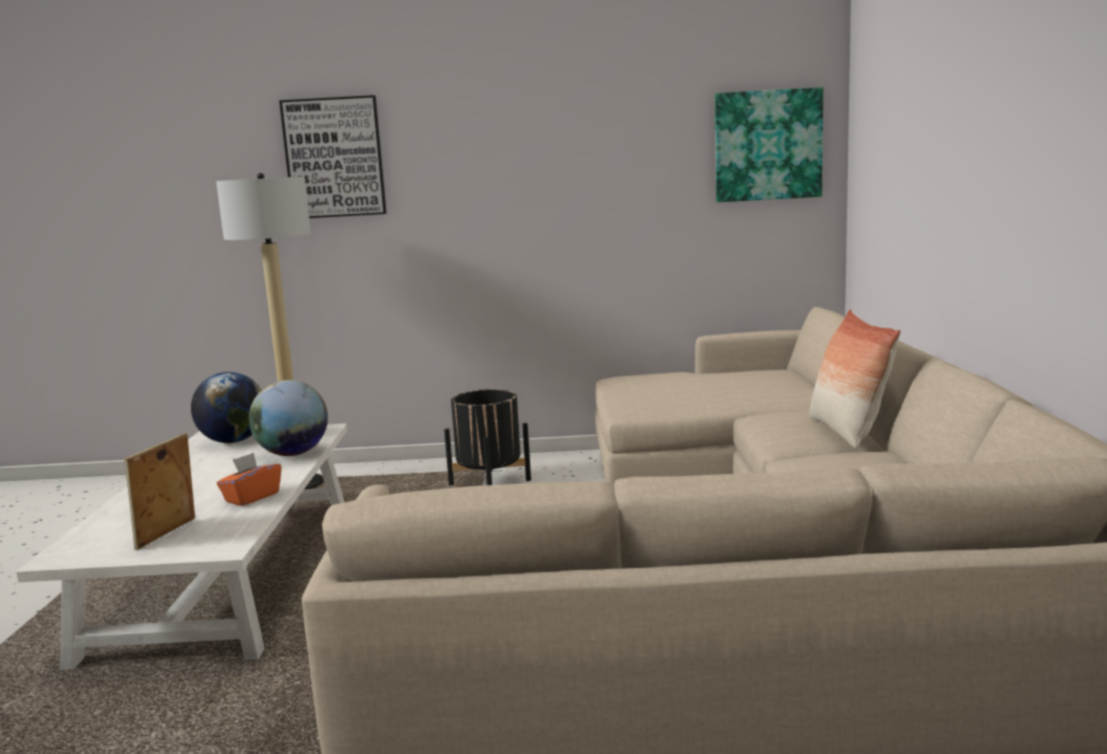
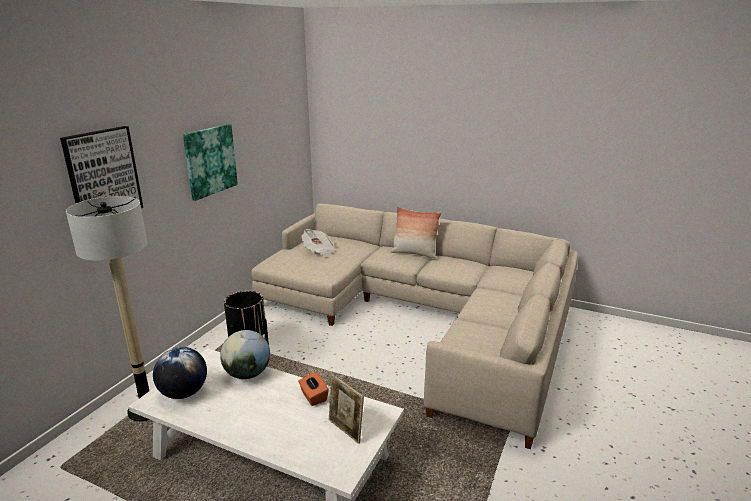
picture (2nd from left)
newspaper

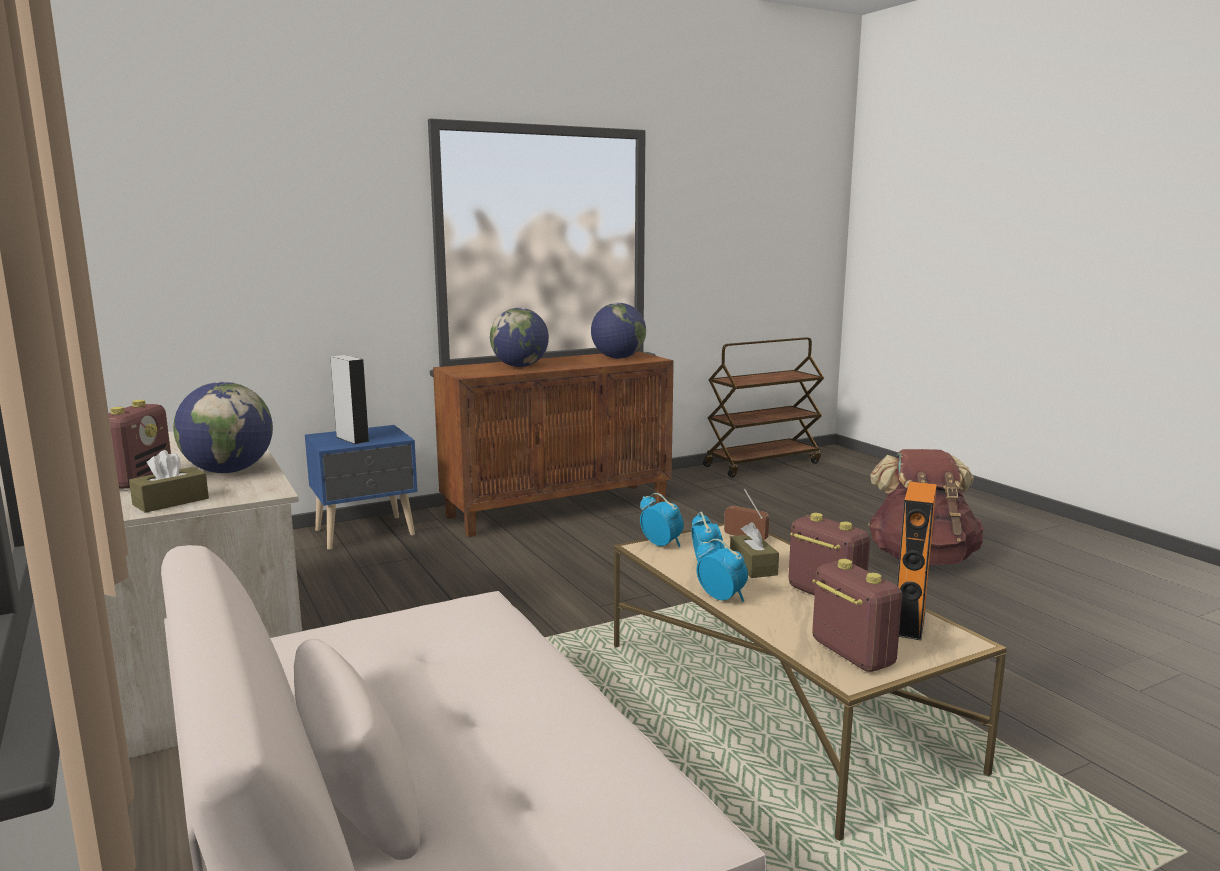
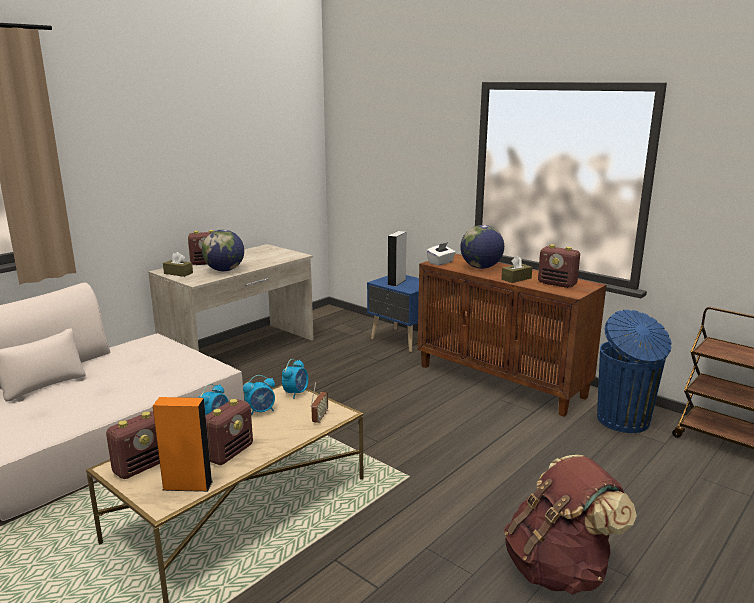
white tissue box
brown tissue box (2nd from left)
radio (5th from left)
blue trash can

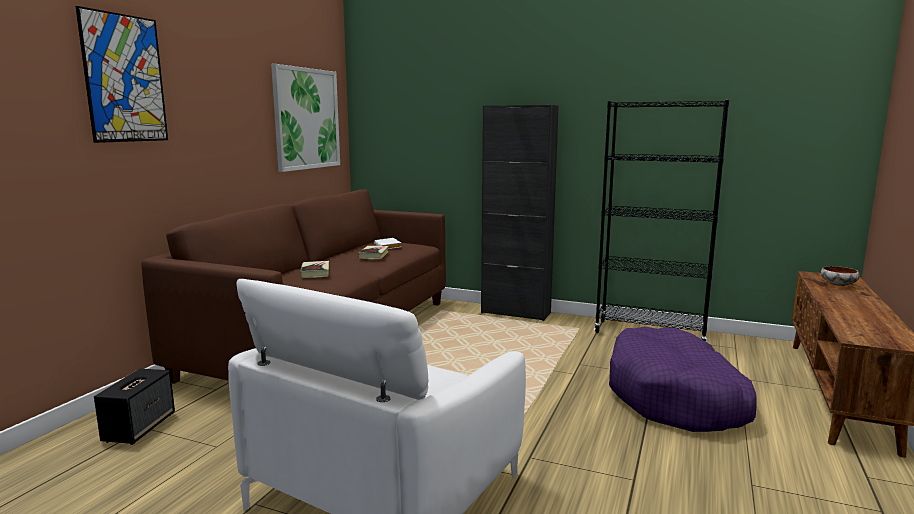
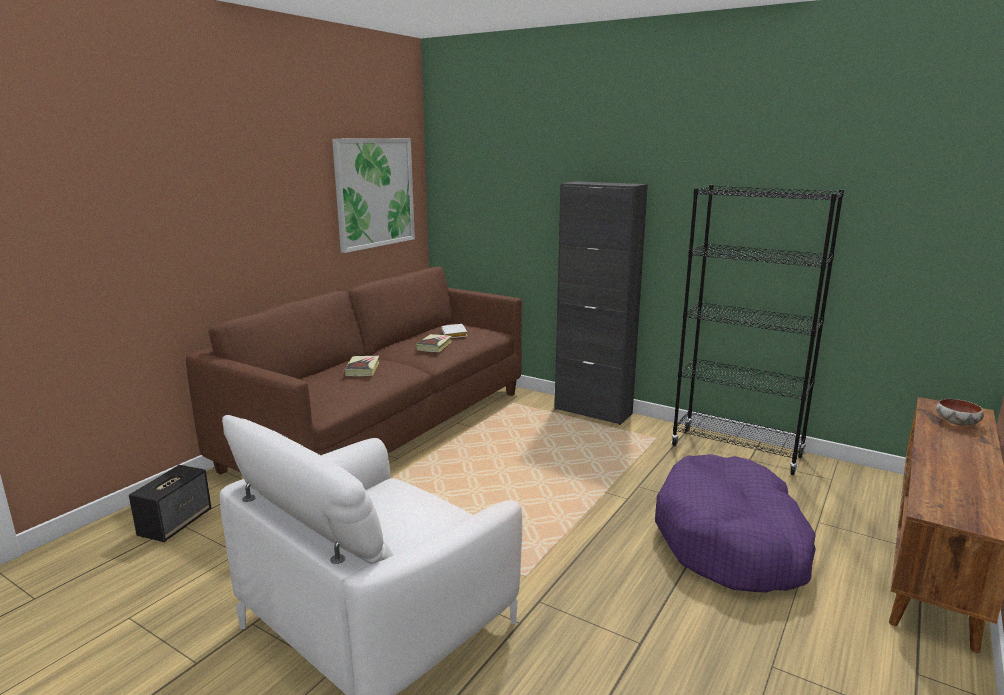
picture (1st from left in the first image)

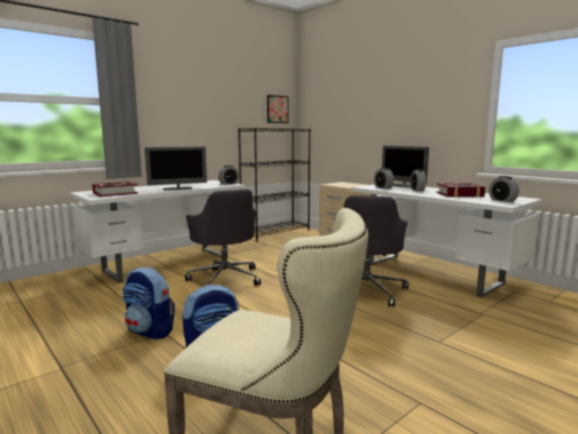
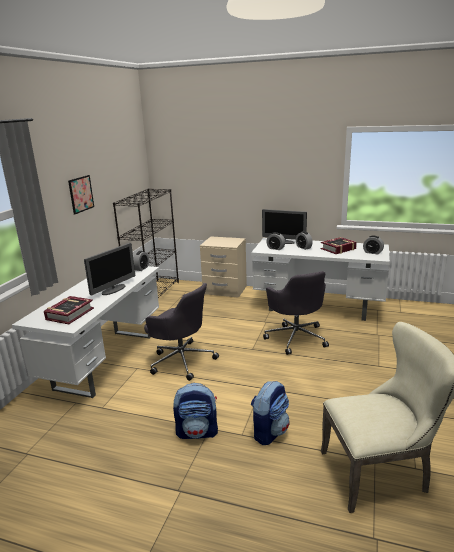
picture

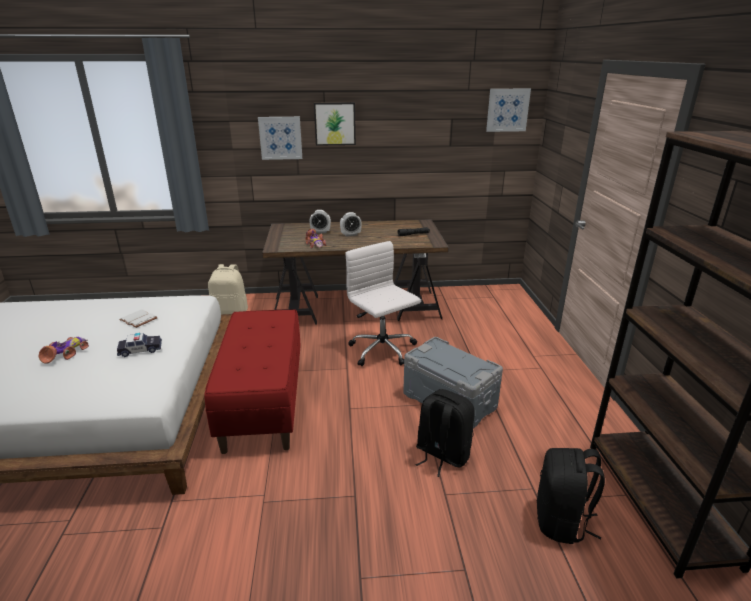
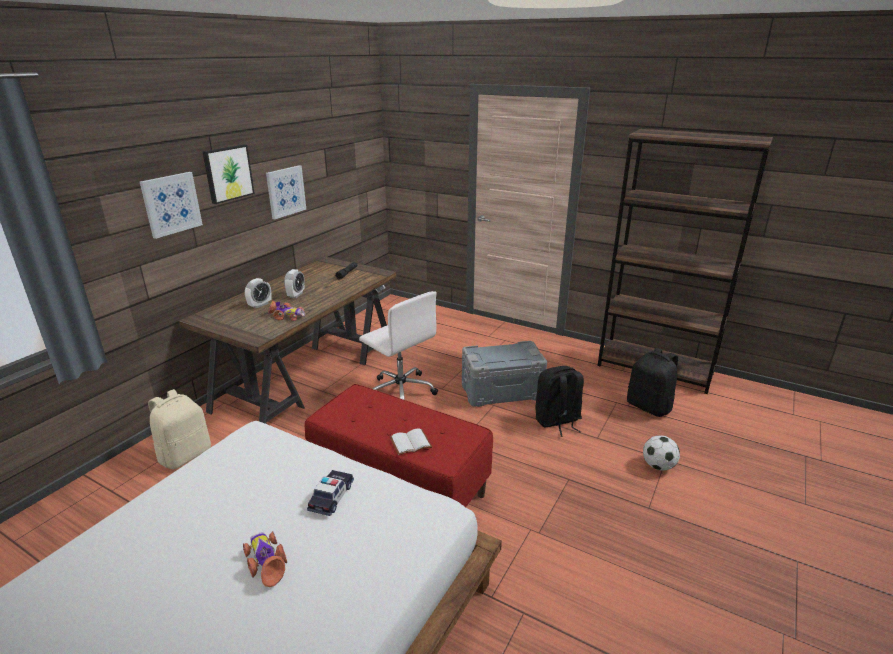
picture (3rd from left)
white office chair
white book
football

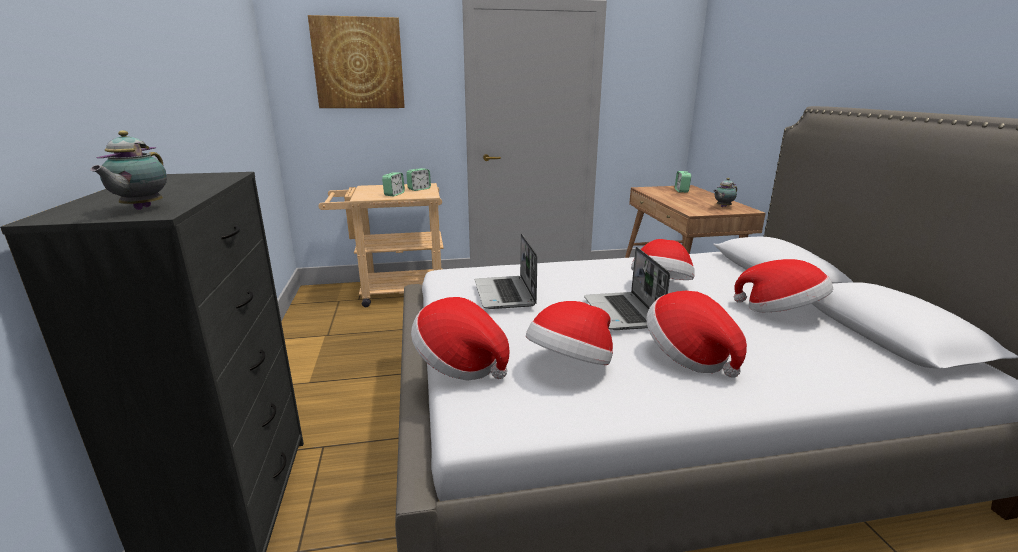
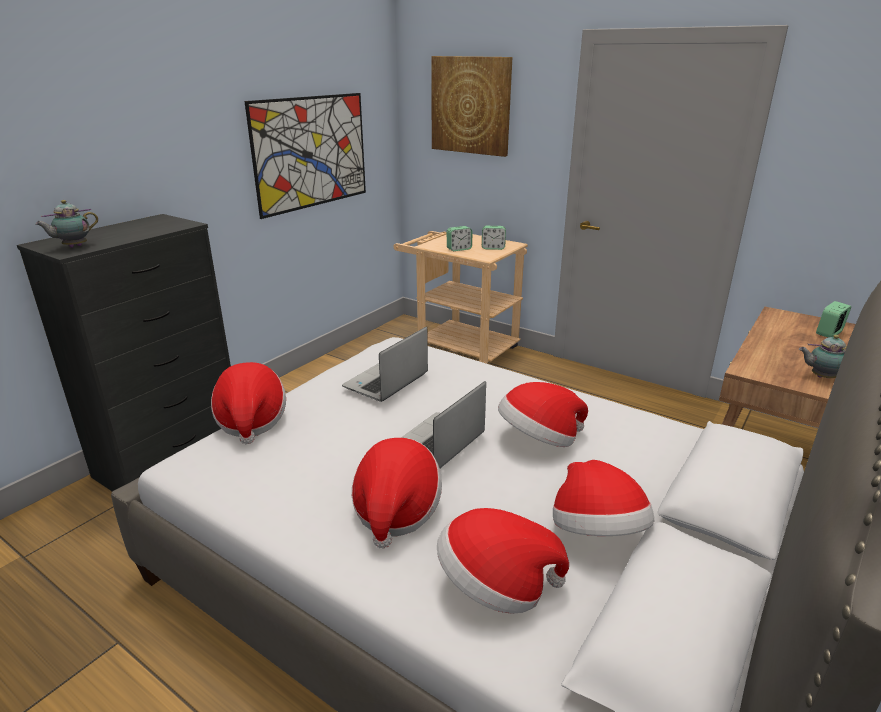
picture (1st from left)
hat (3rd from left)

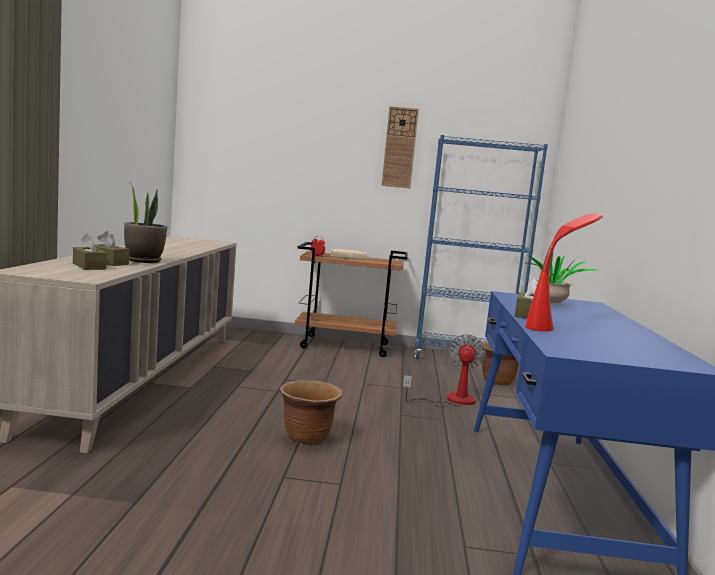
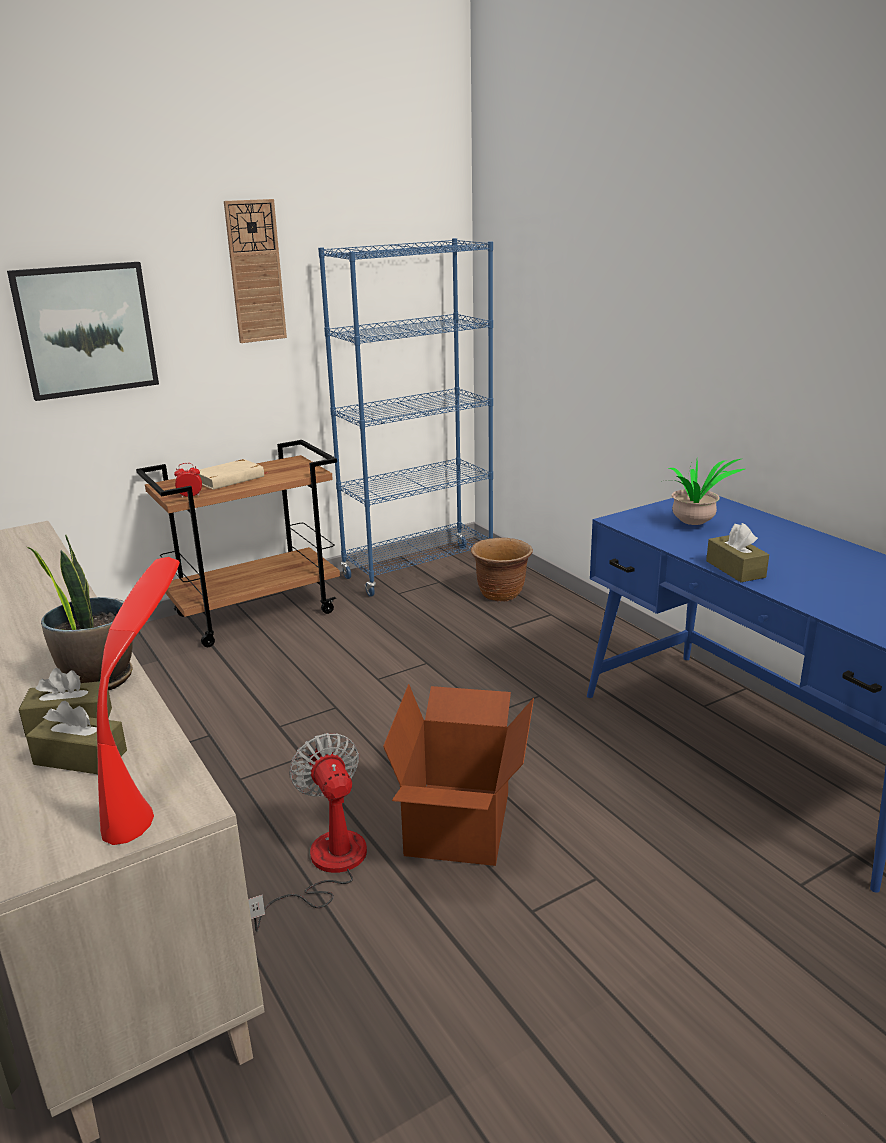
picture
red table lamp
fan
cardboard box

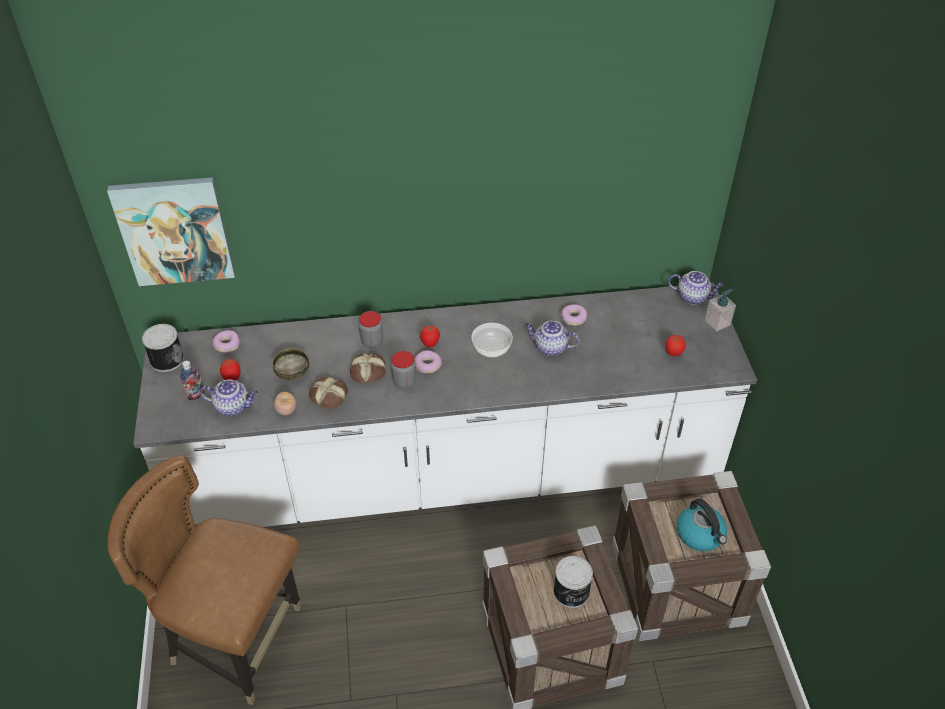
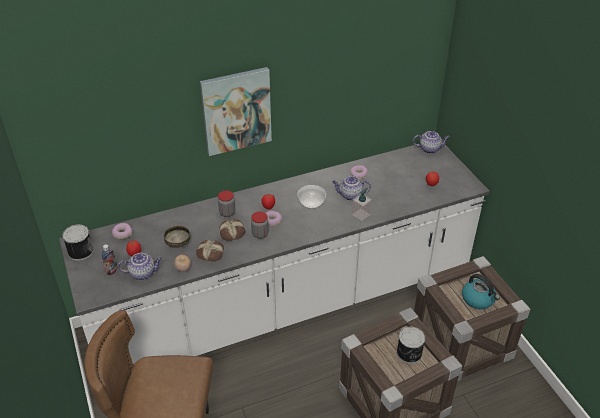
picture
soap dispenser

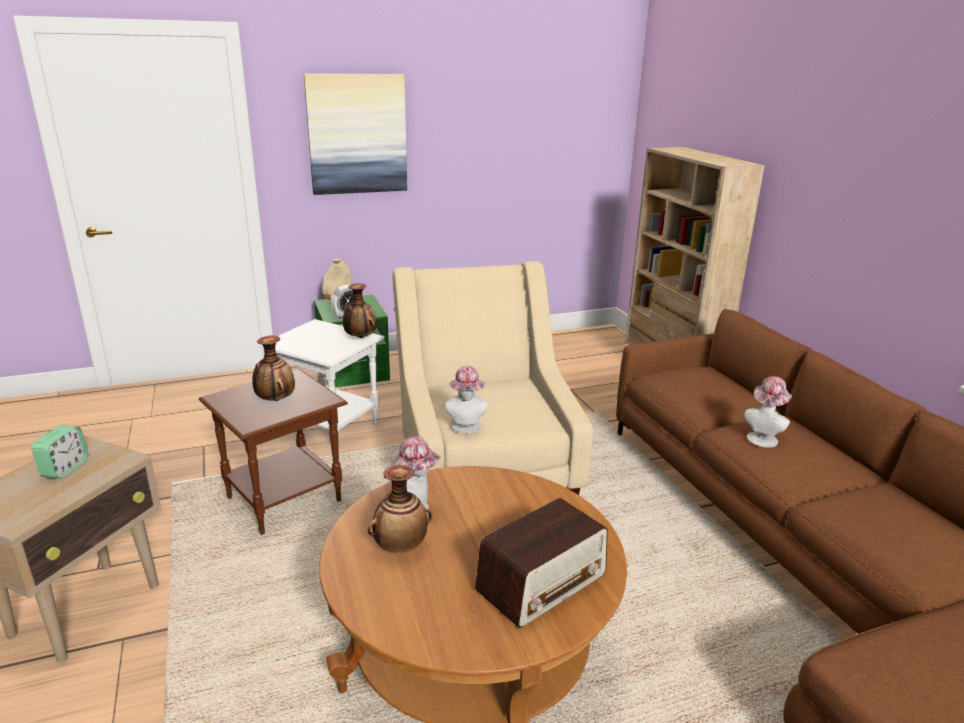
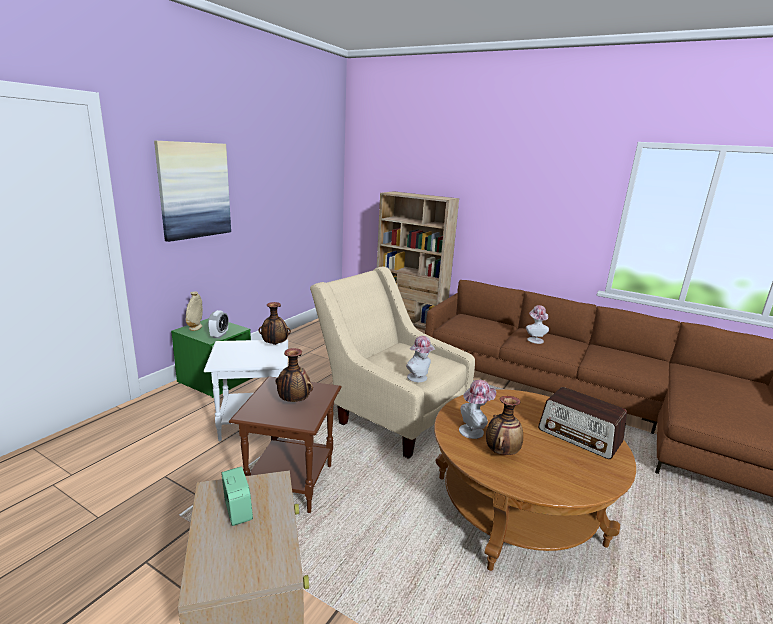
radio

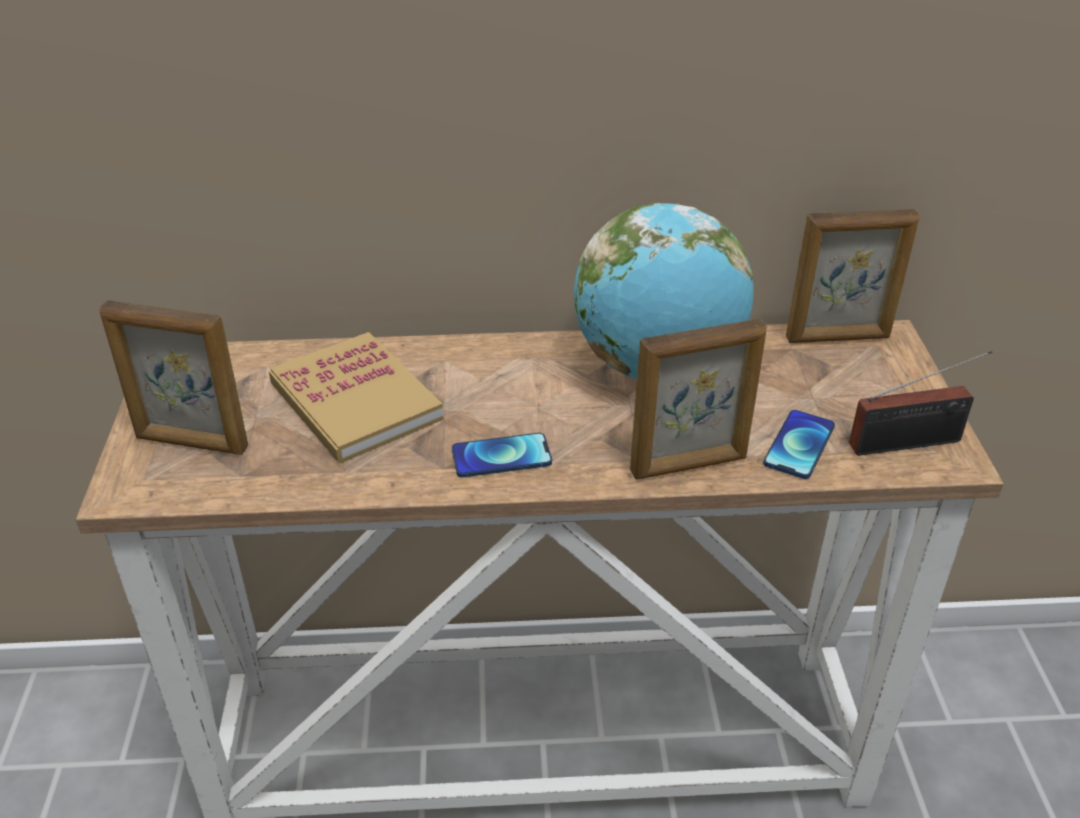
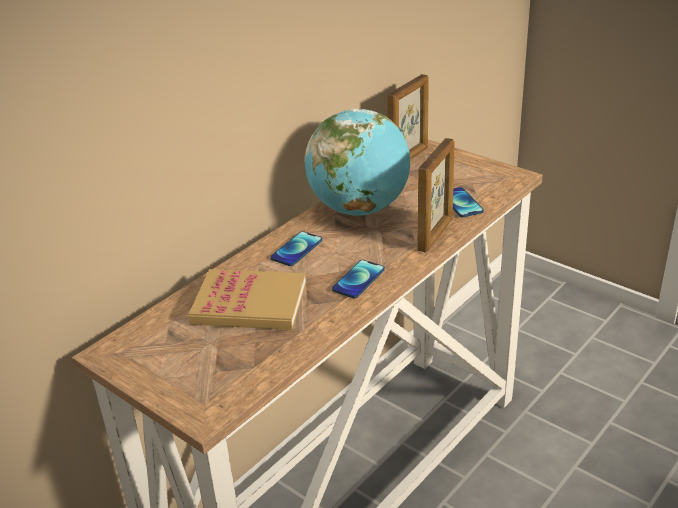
phone (1st from left)
picture frame (1st from left in the first image)
radio

